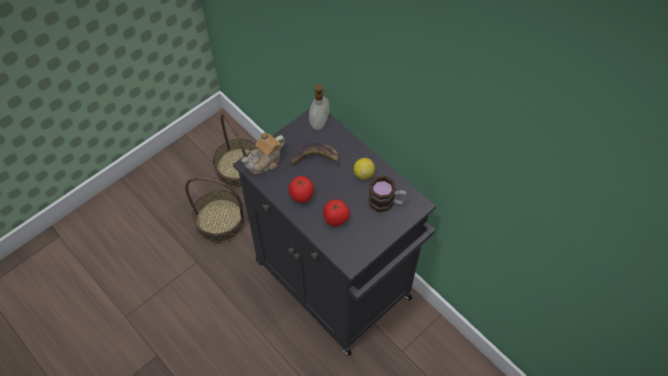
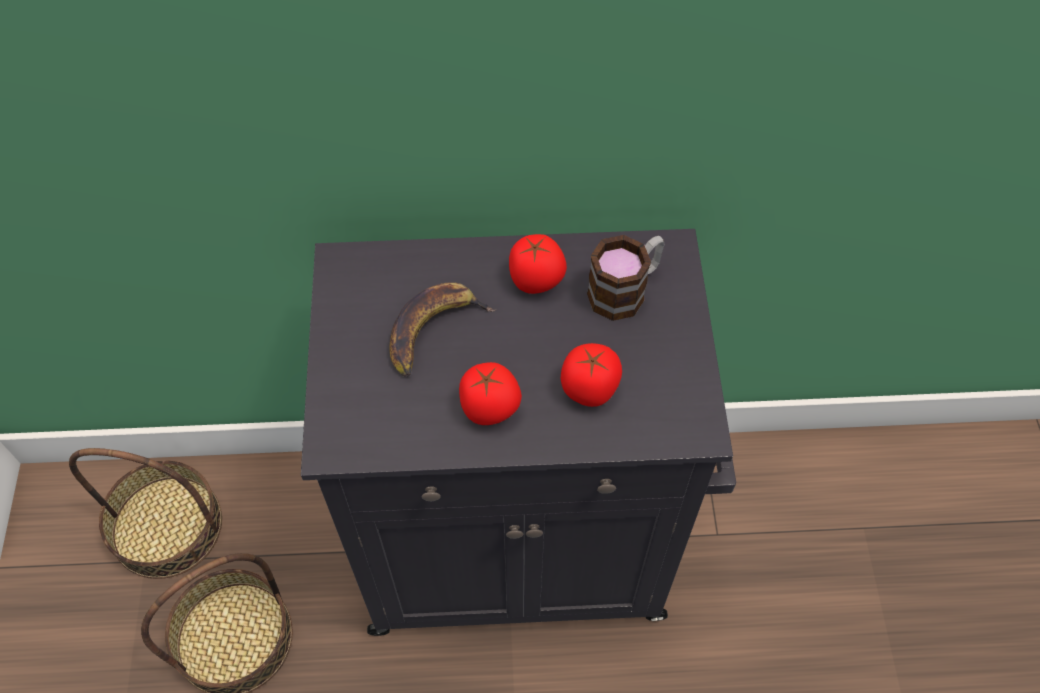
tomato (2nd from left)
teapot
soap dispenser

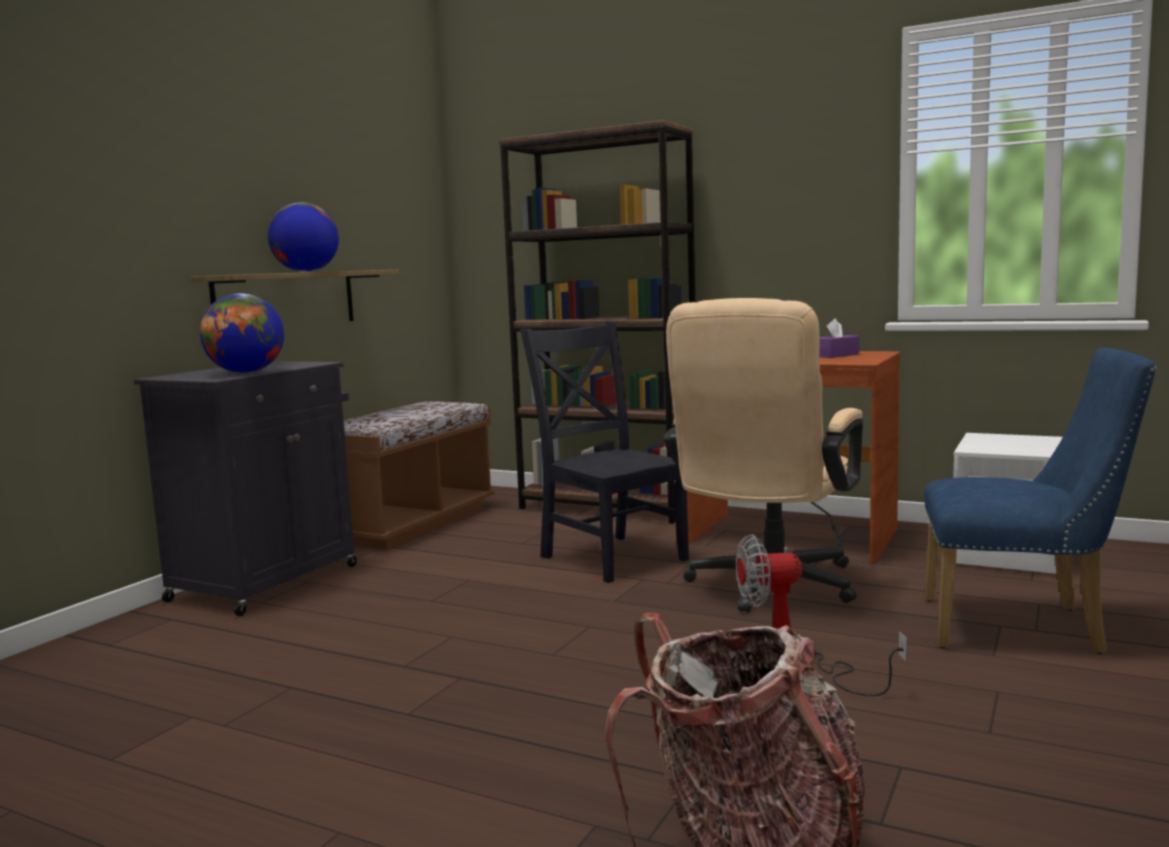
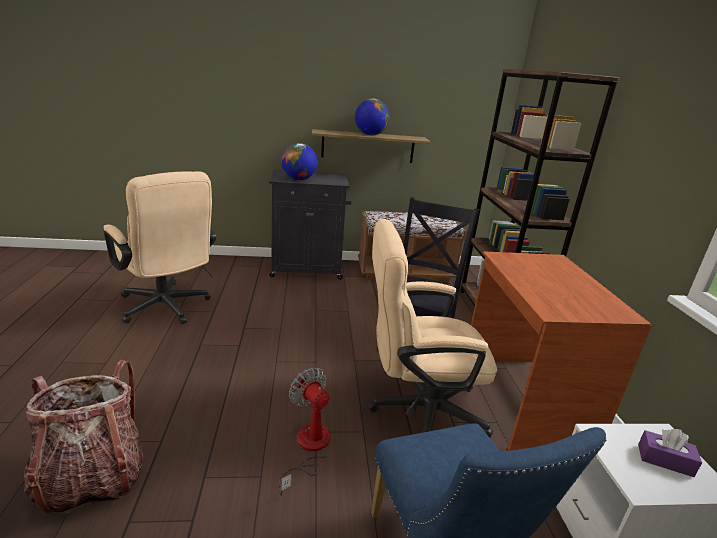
beige office chair (1st from left)
purple tissue box

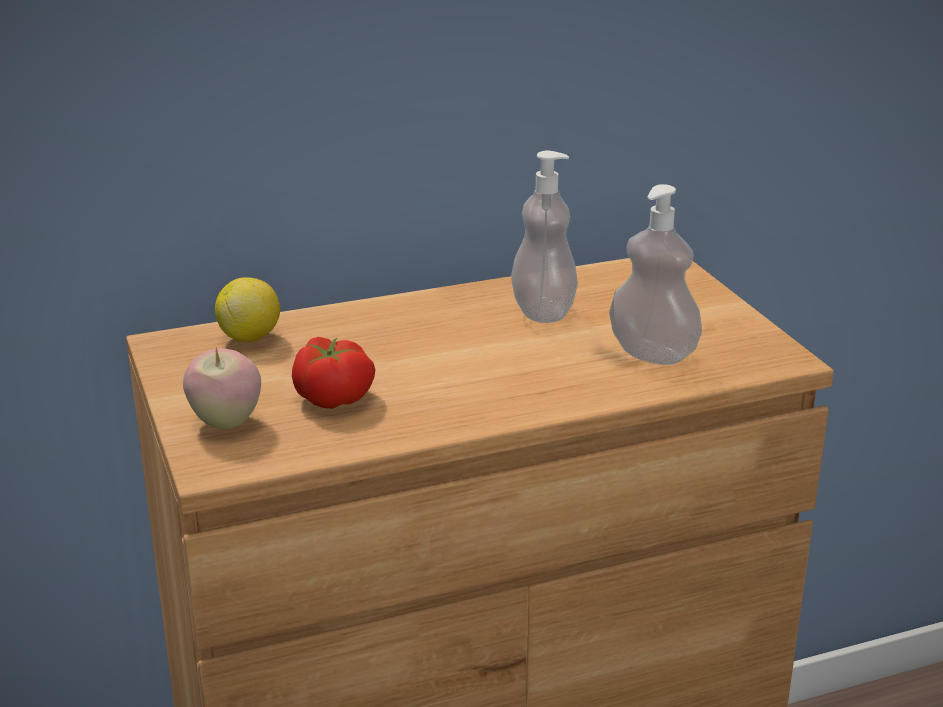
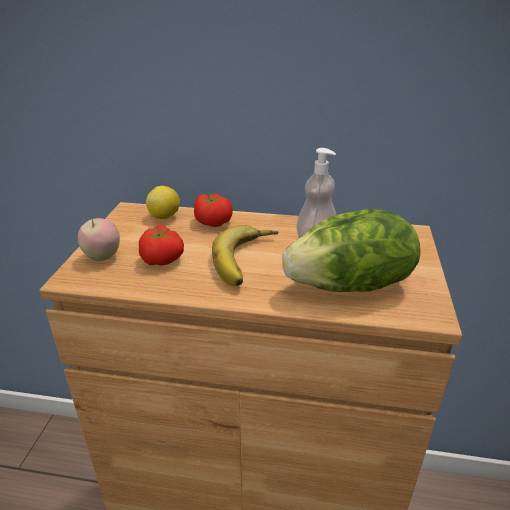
tomato (2nd from left)
banana
lettuce

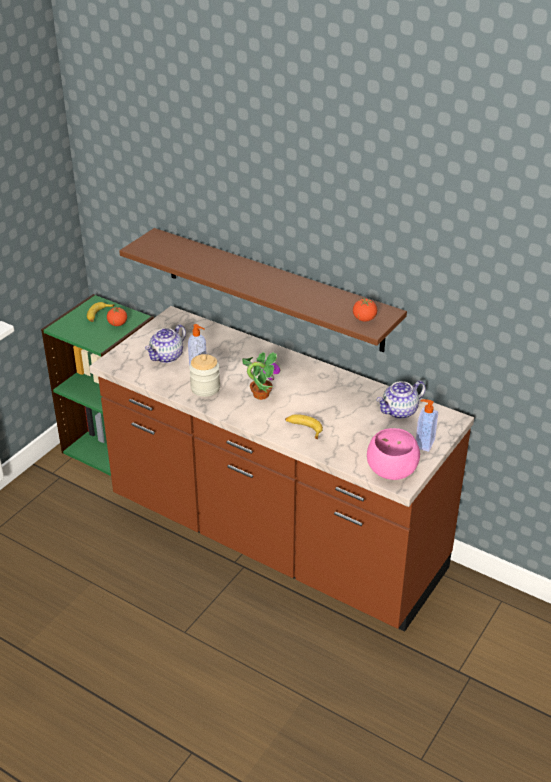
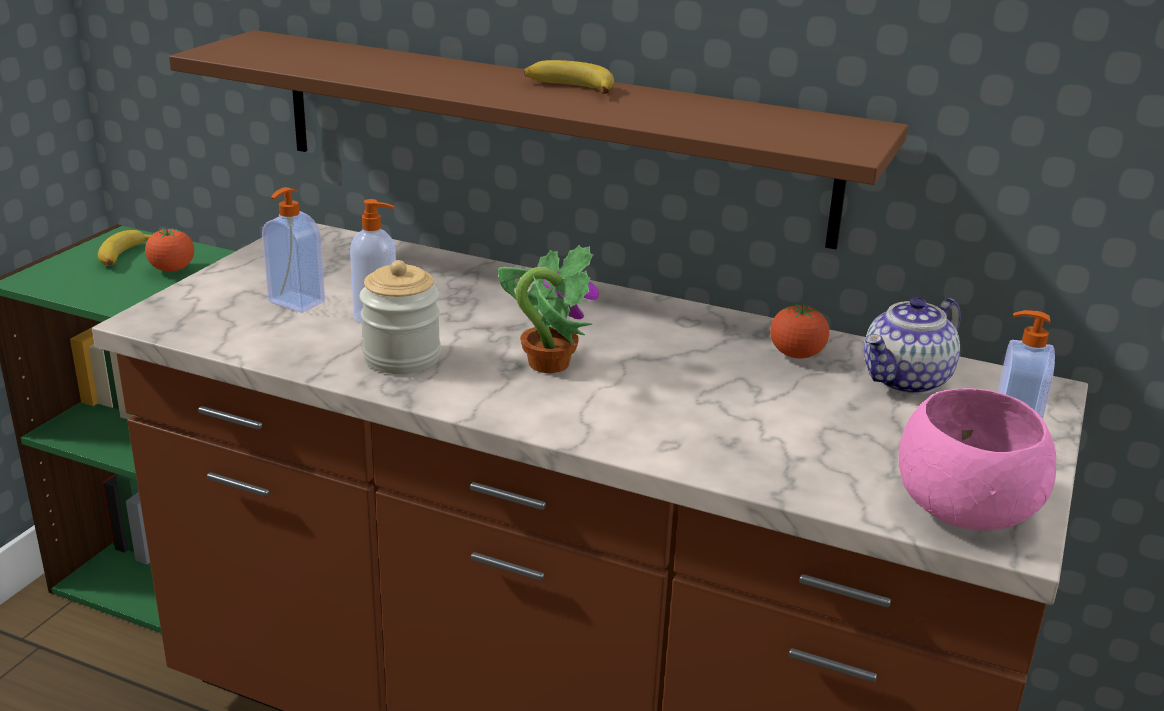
soap dispenser (1st from left)
banana (2nd from left)
tomato (2nd from left)

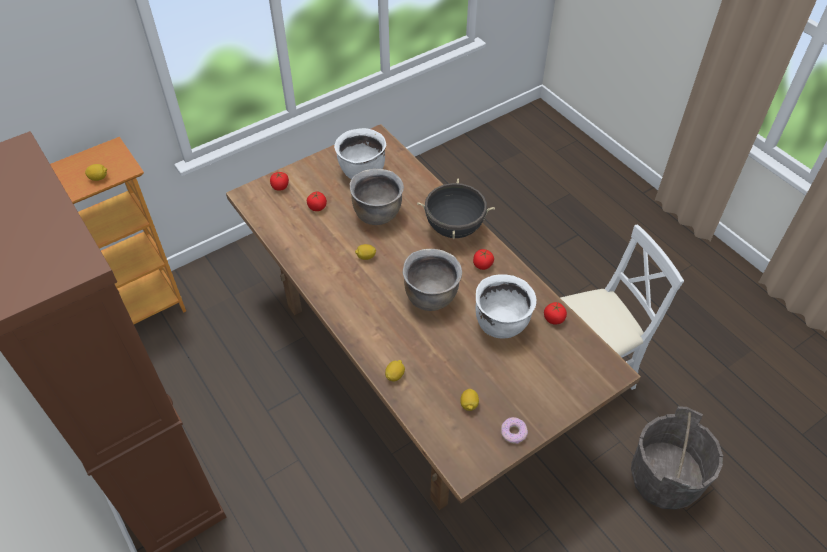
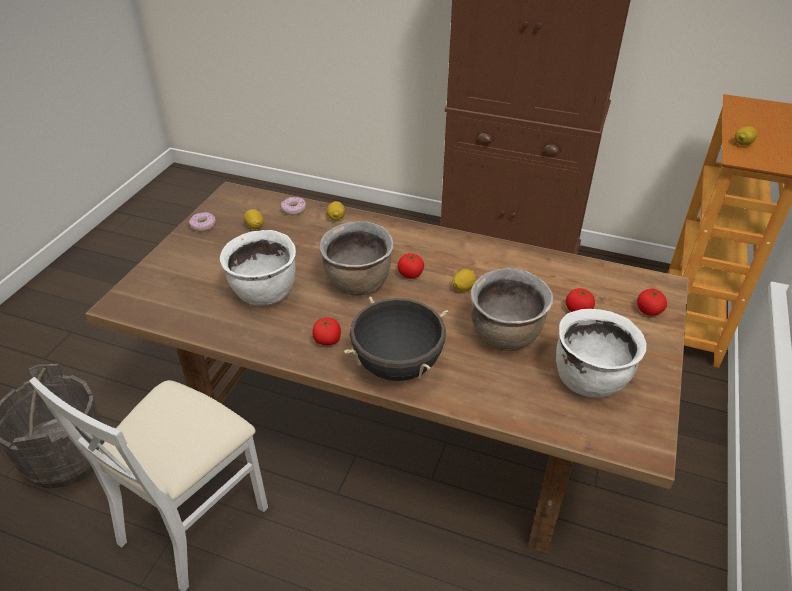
donut (2nd from left)
tomato (2nd from left)

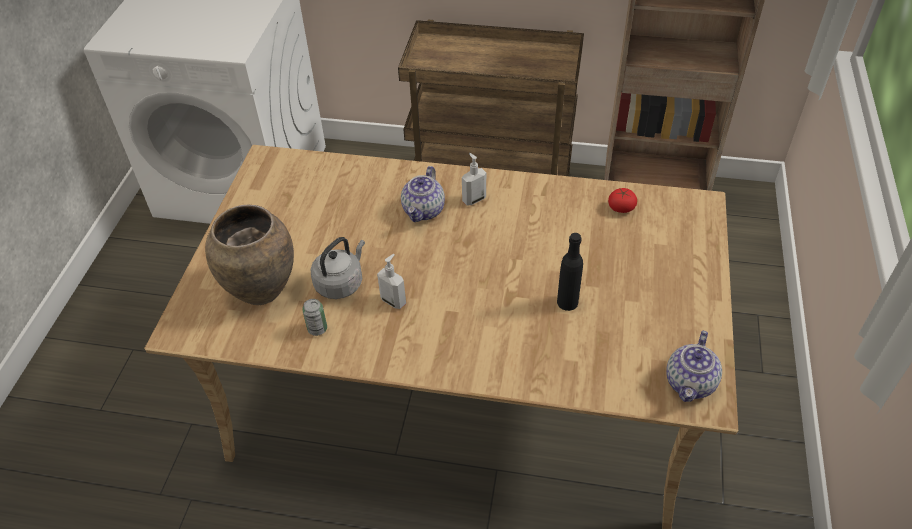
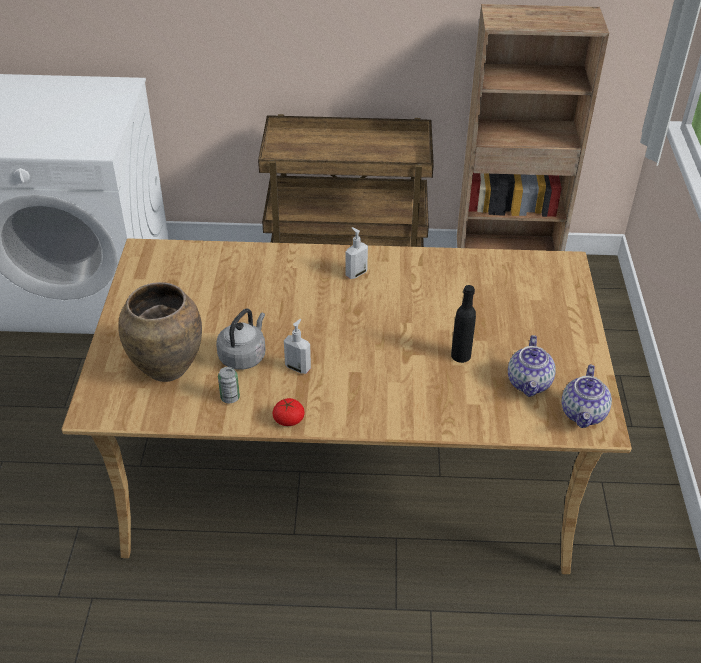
tomato
teapot (1st from left)

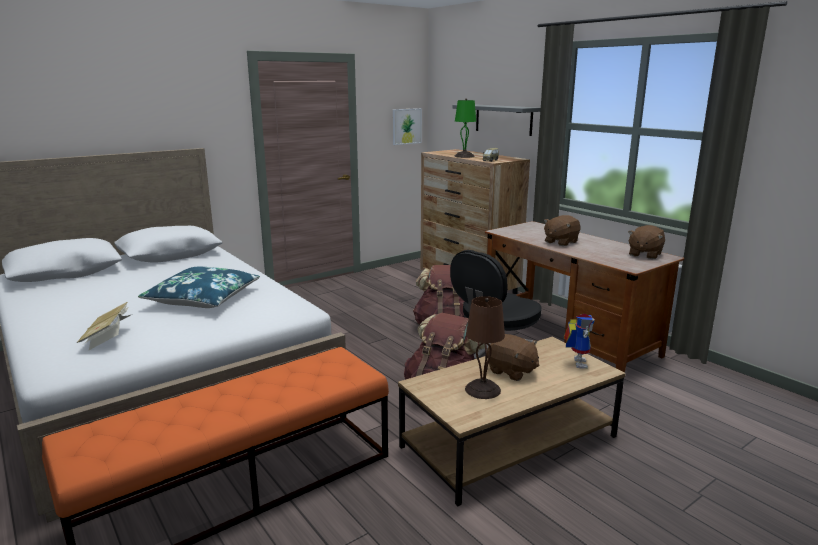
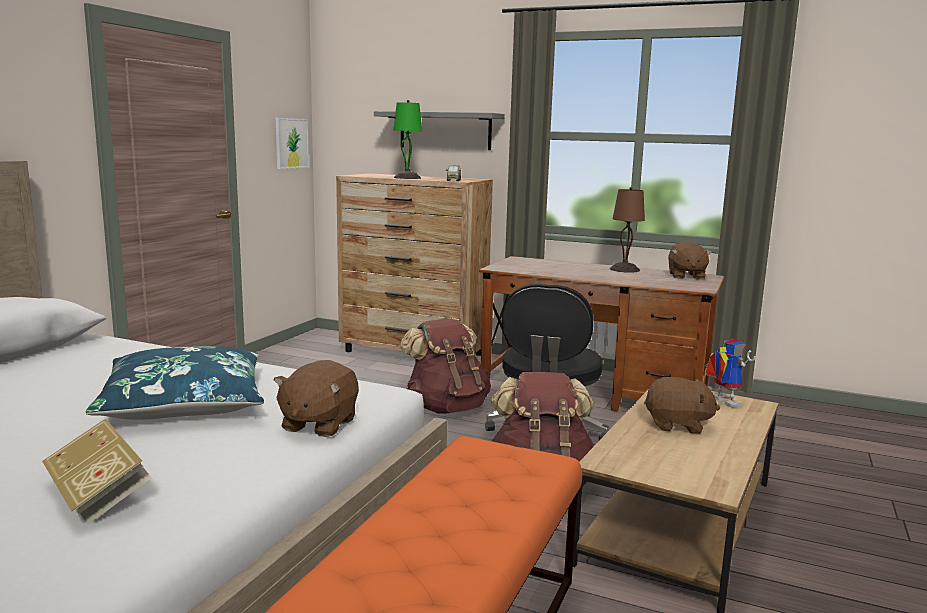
brown plush toy (1st from left)
brown table lamp

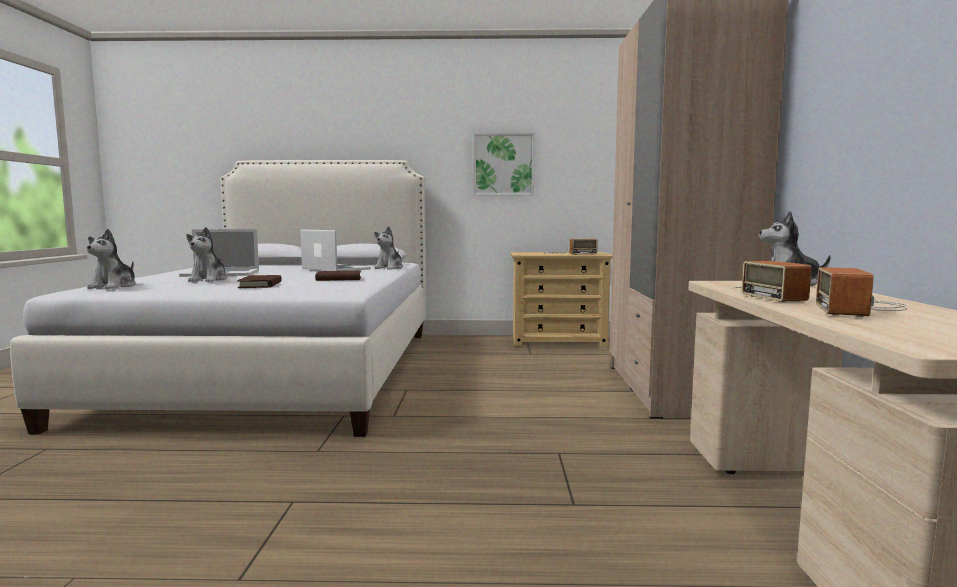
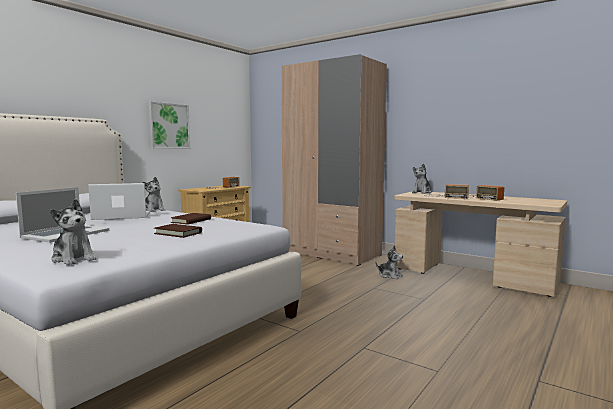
plush toy (3rd from left)

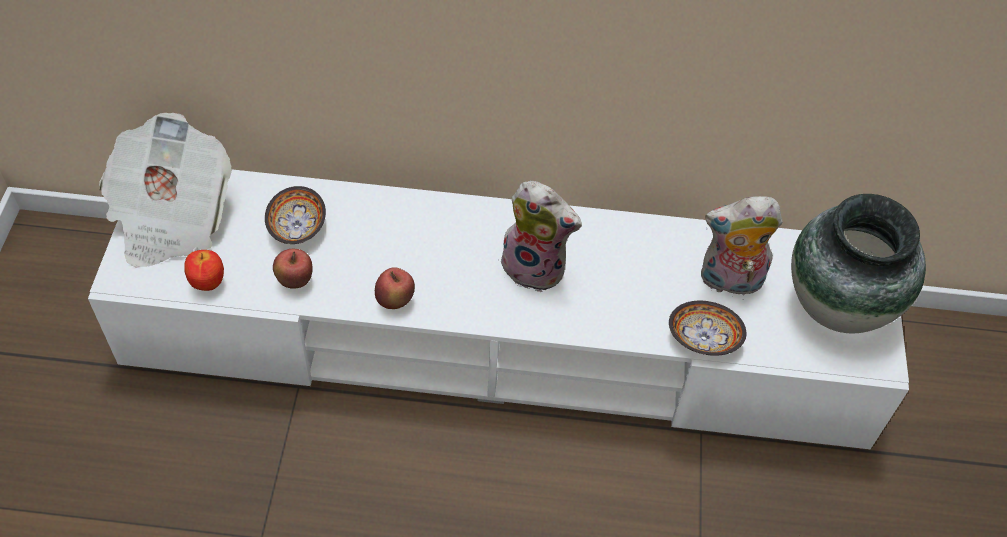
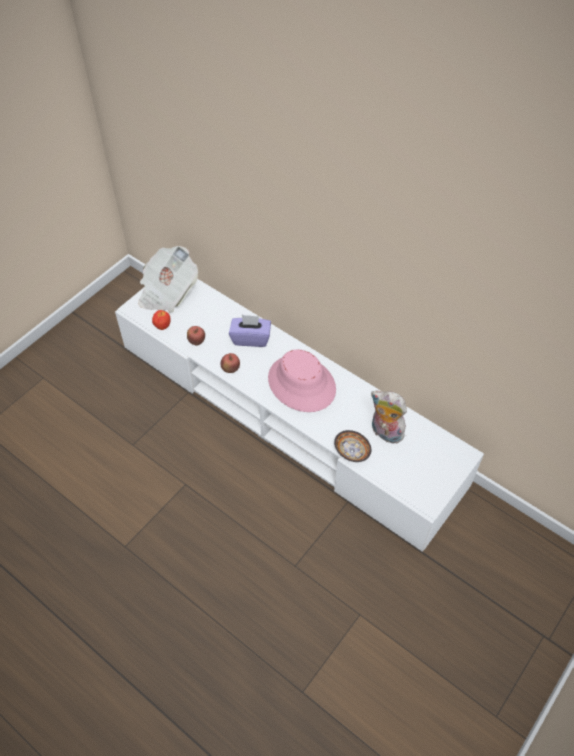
purple tissue box
pink hat
bowl (1st from left in the first image)
vase

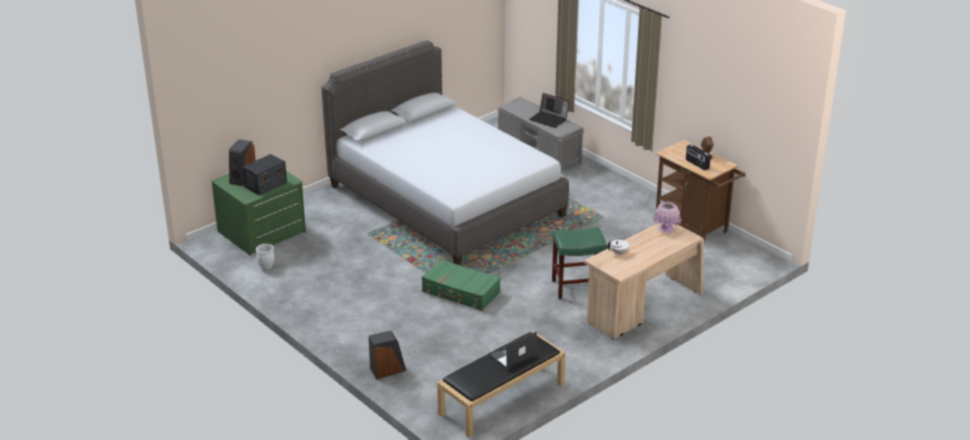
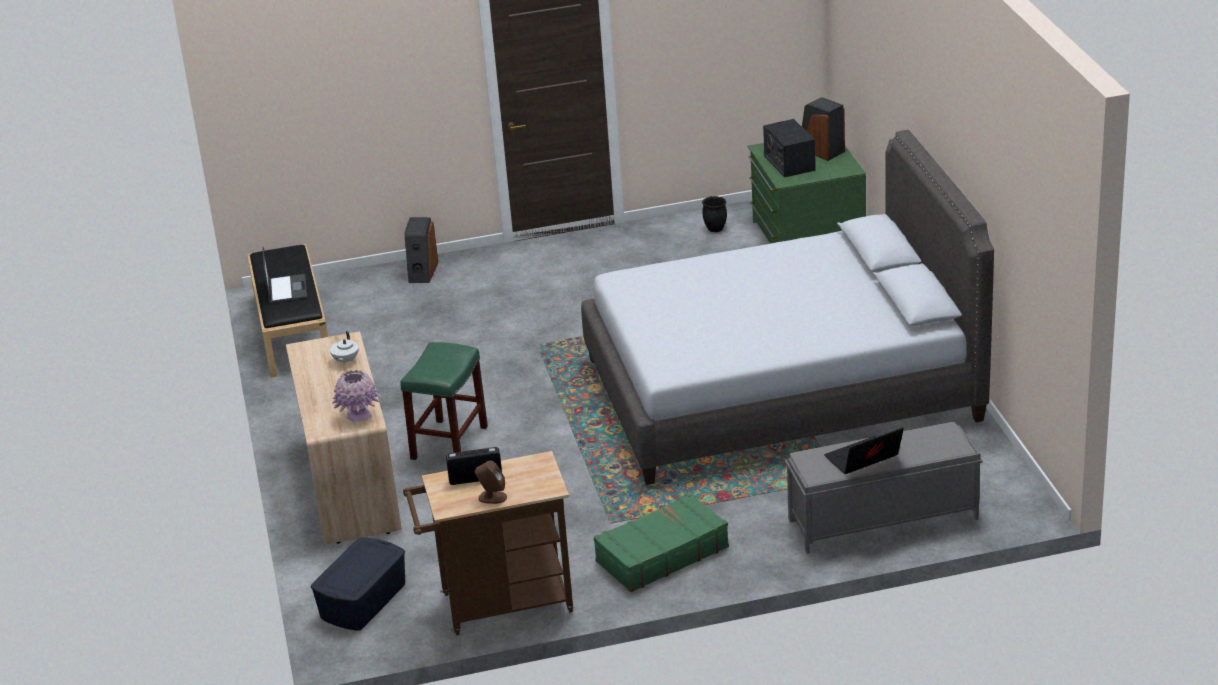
blue storage box
green suitcase
black planter

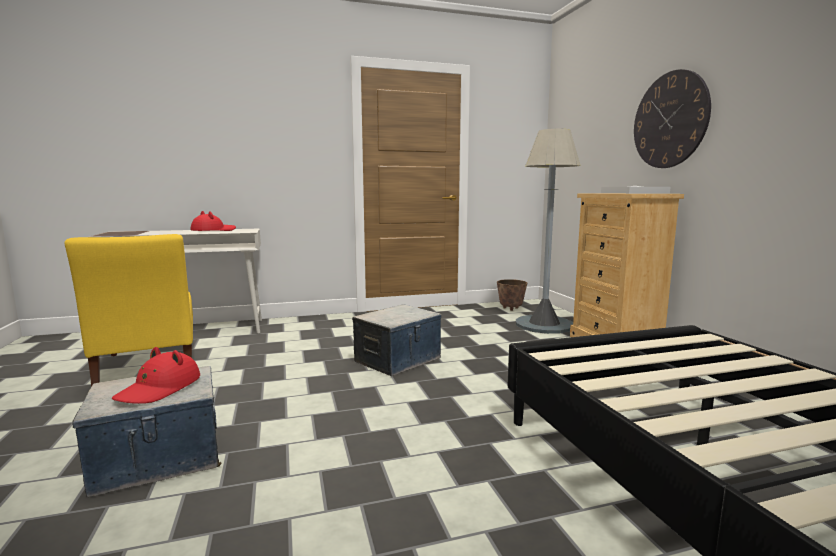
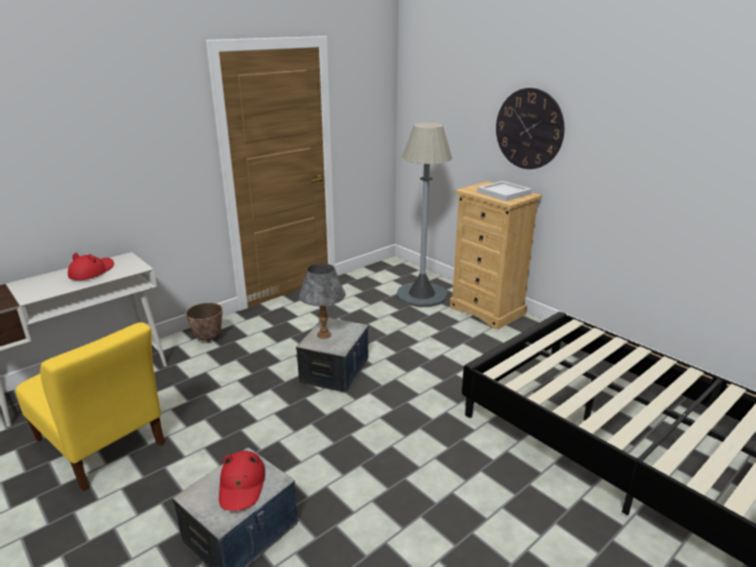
planter
grey table lamp

